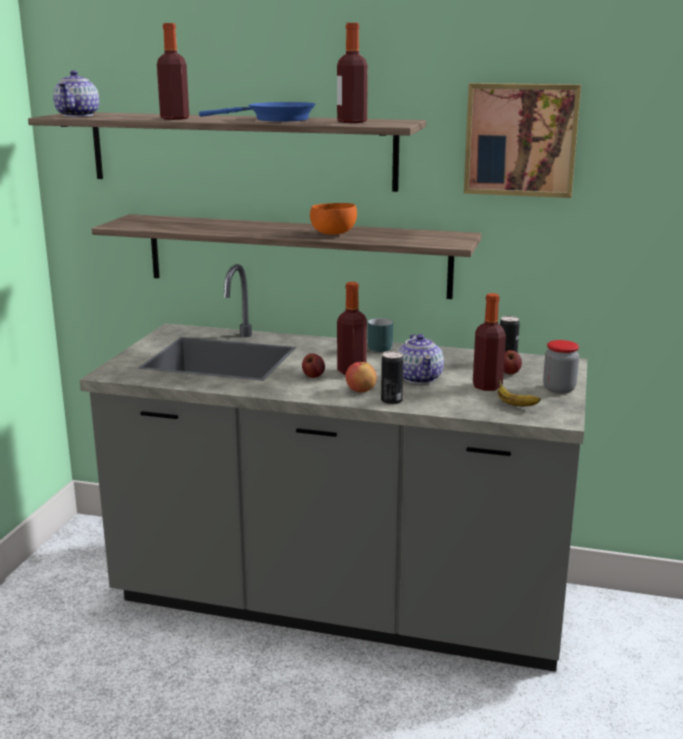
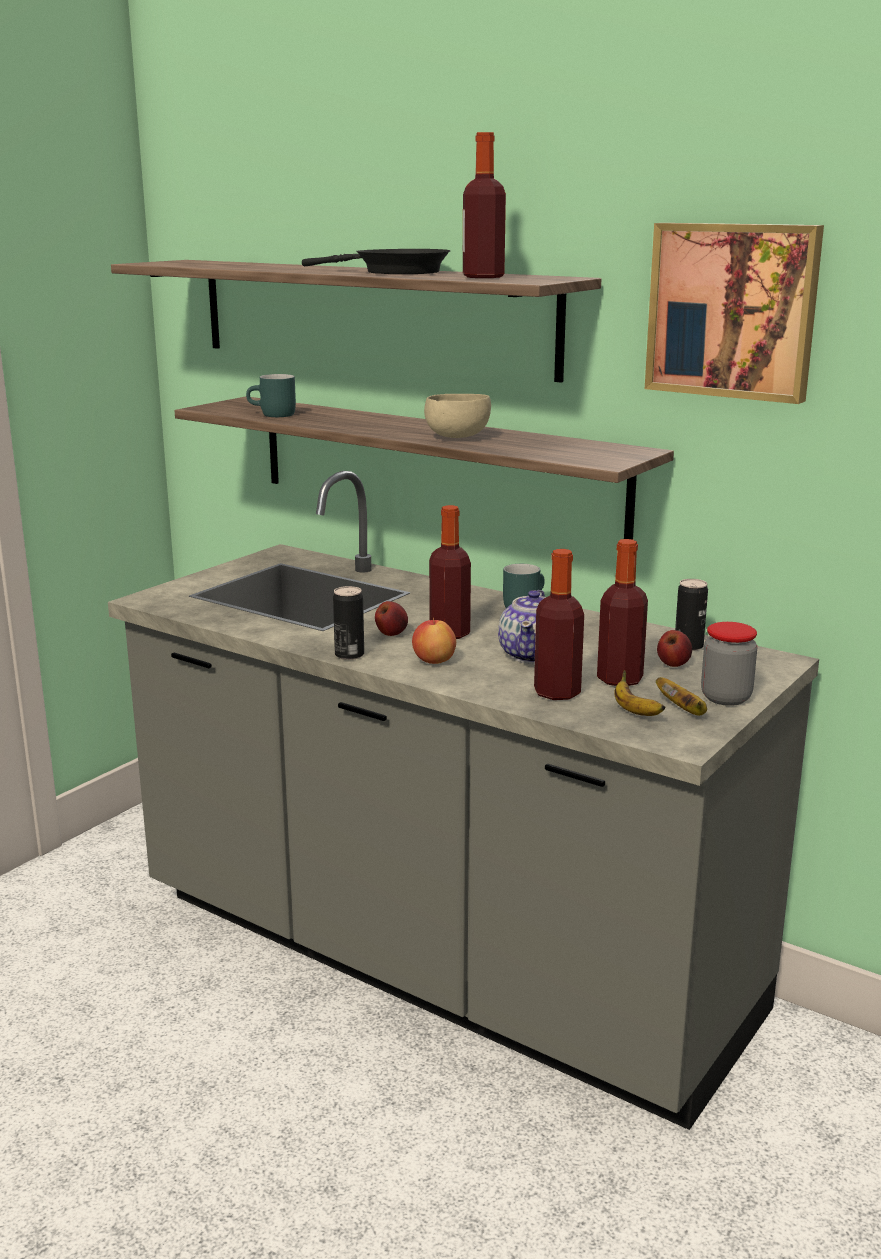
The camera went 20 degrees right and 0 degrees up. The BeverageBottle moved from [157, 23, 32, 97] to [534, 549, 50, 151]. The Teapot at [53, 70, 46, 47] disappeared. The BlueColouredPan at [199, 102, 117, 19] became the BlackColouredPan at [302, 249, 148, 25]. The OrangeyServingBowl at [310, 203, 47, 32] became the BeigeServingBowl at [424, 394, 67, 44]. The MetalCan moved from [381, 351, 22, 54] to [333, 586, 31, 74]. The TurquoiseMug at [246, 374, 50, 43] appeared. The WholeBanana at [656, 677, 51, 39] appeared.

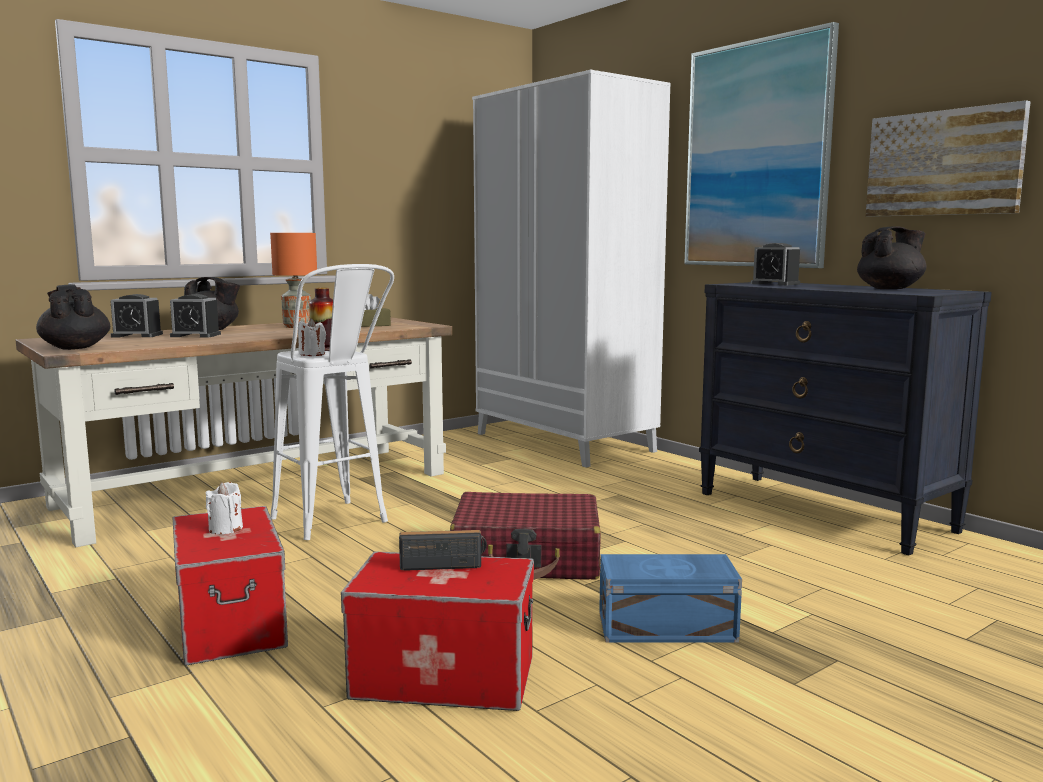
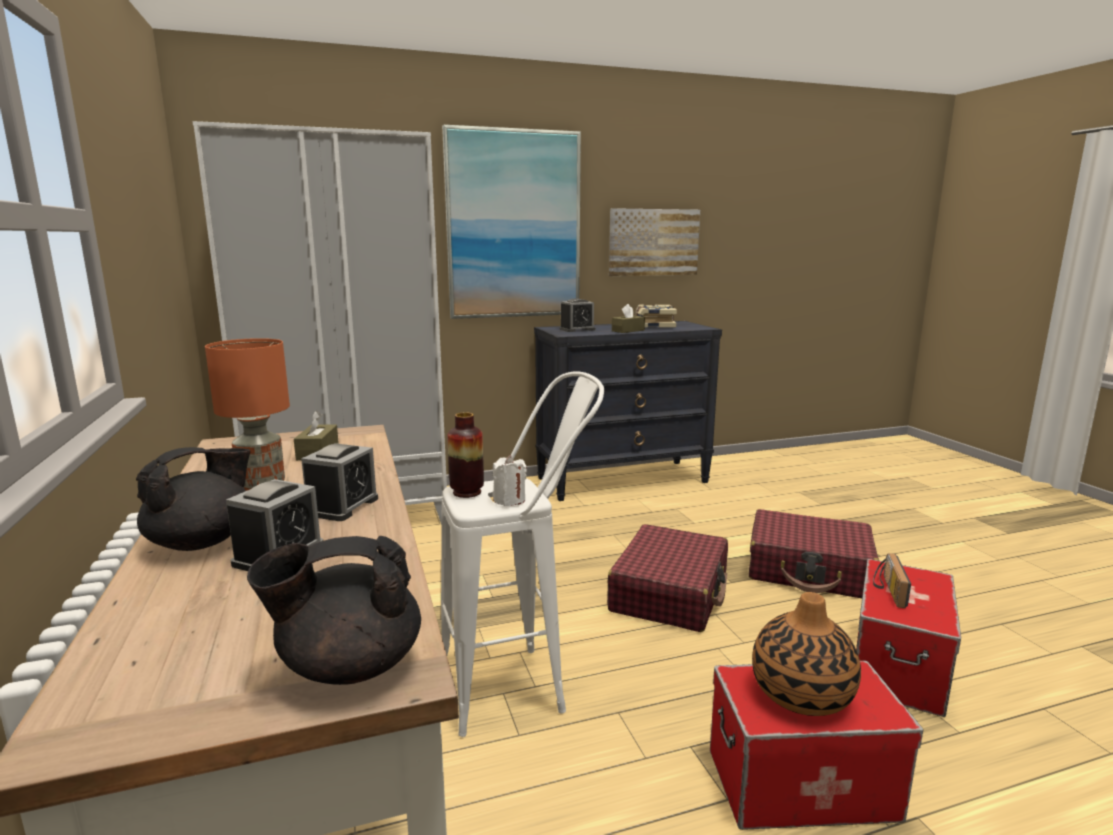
The camera went 70 degrees left and 5 degrees up. The BlackColouredTeapot at [857, 226, 69, 63] was replaced by the Book at [635, 305, 42, 23]. The TableClock moved from [111, 294, 52, 43] to [301, 443, 77, 78]. The WhitishWaxCandle at [206, 482, 37, 52] was replaced by the Vase at [752, 592, 109, 124]. The BlueColouredStorageBox at [599, 554, 143, 88] was replaced by the ReddishSuitcase at [749, 509, 130, 89]. The BrownColouredBoxOfTissues at [612, 304, 33, 29] appeared.

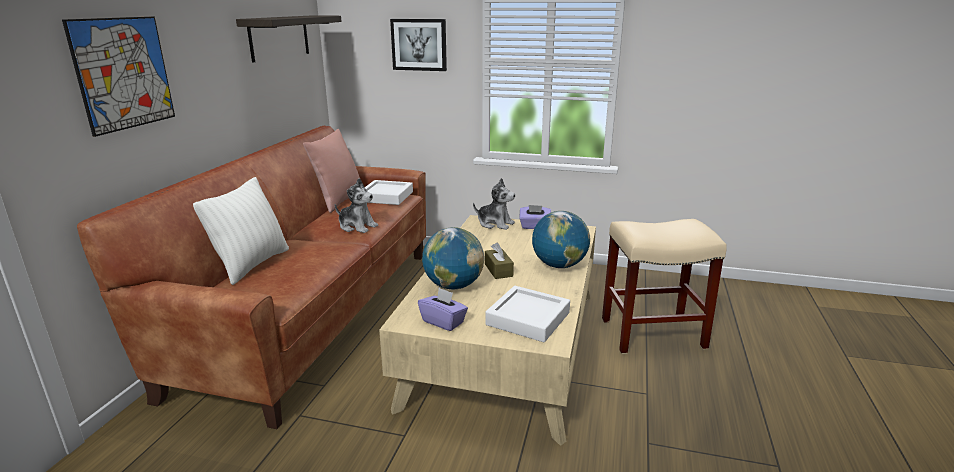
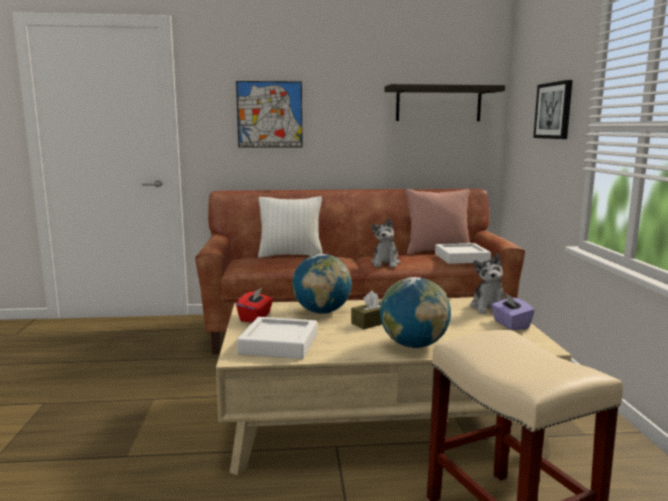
The camera went 70 degrees right and 10 degrees down. The PurpleColouredBoxOfTissues at [418, 288, 50, 43] became the ReddishBoxOfTissues at [236, 287, 37, 35].

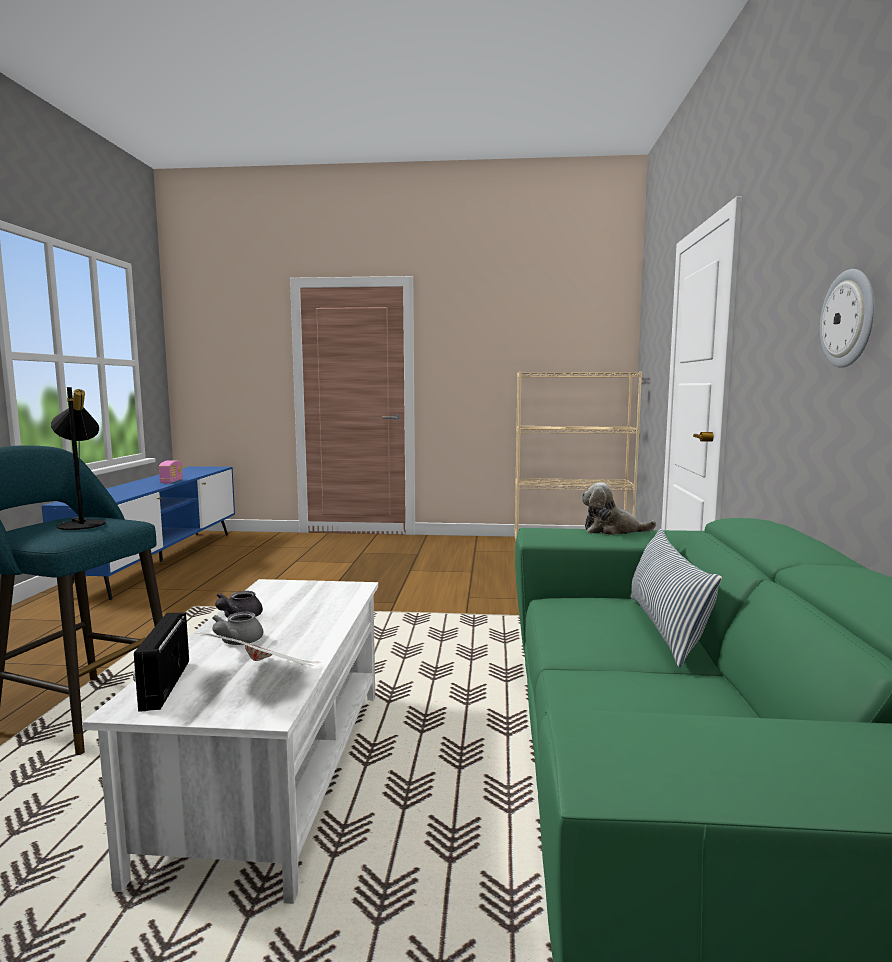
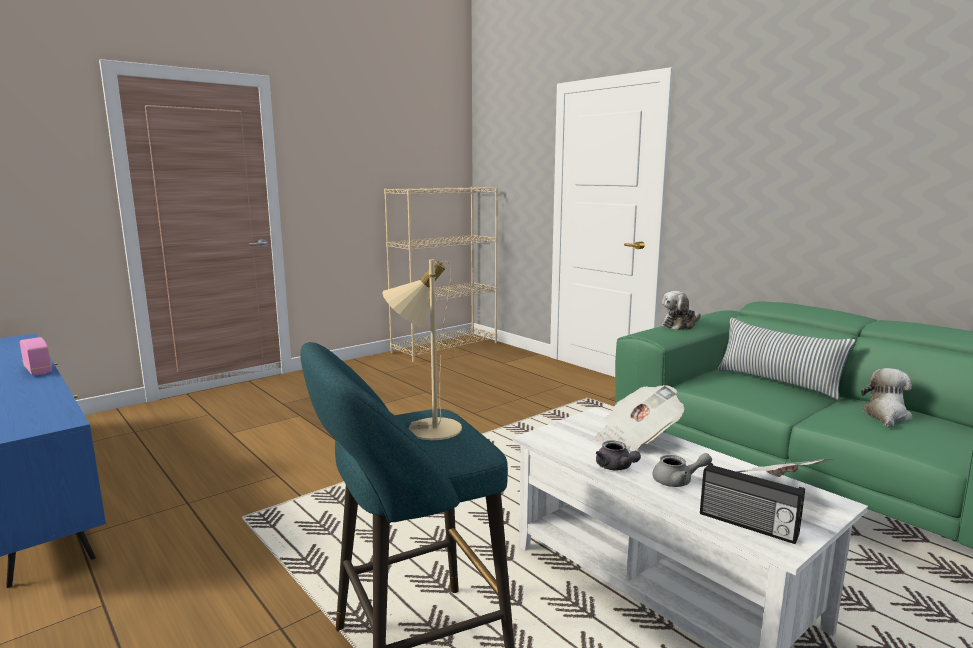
The camera went 45 degrees left and 5 degrees up. The ClockOnTheWall at [820, 269, 55, 98] disappeared. The BlackColouredLampForATable at [51, 387, 55, 143] became the BeigeLampForATable at [382, 259, 80, 181]. The GreyishTeapot at [212, 612, 51, 33] turned 60 degrees counterclockwise. The PlushToy at [861, 368, 51, 59] appeared. The Newspaper at [595, 385, 89, 65] appeared.

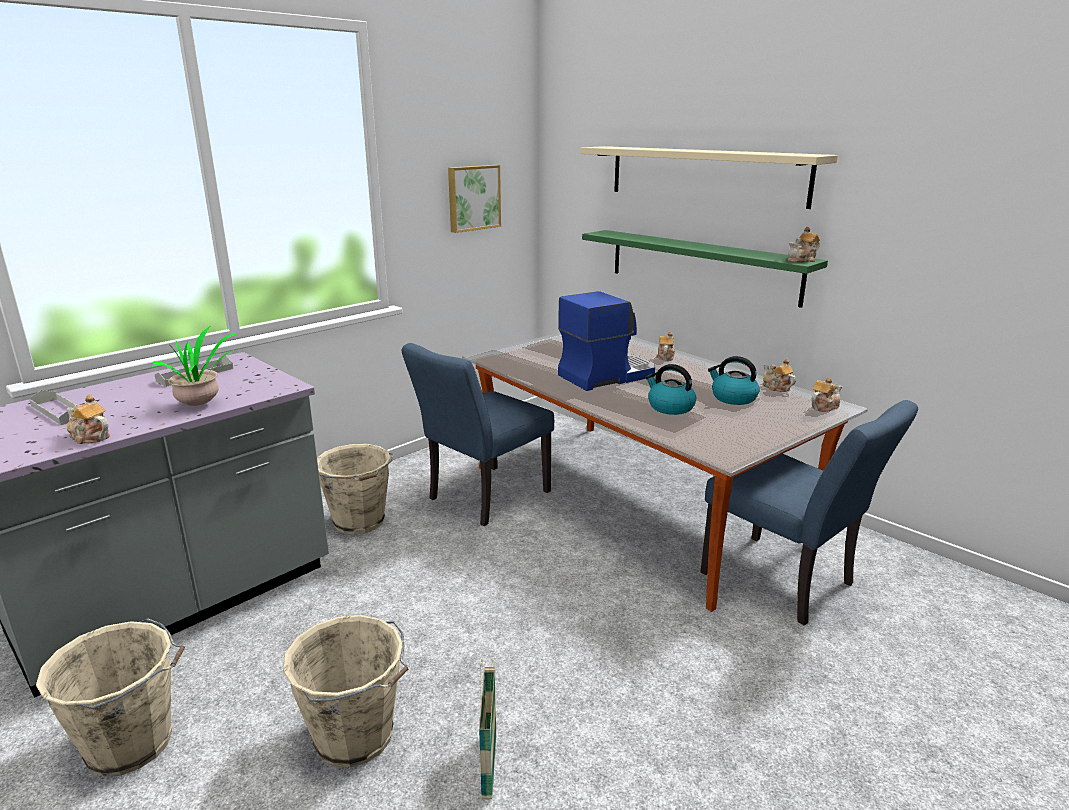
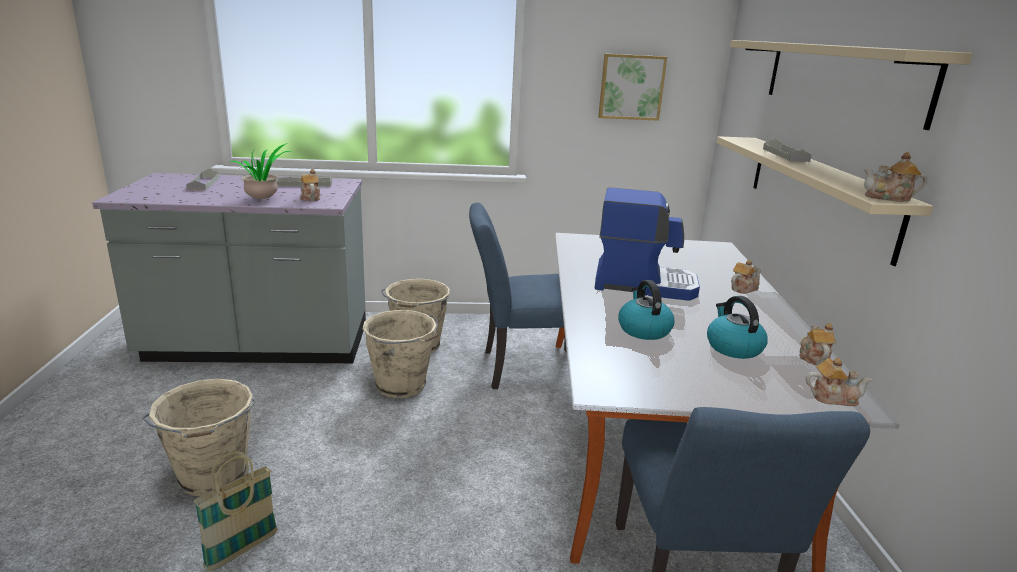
The camera went 40 degrees right and 0 degrees up. The GreenWallShelf at [582, 230, 246, 78] became the BeigeWallShelf at [716, 136, 217, 130]. The Teapot moved from [66, 394, 44, 50] to [300, 169, 20, 32]. The BeigeWaterBucket moved from [36, 619, 149, 158] to [362, 310, 76, 88]. The GreyishServingTray at [763, 139, 49, 23] appeared.

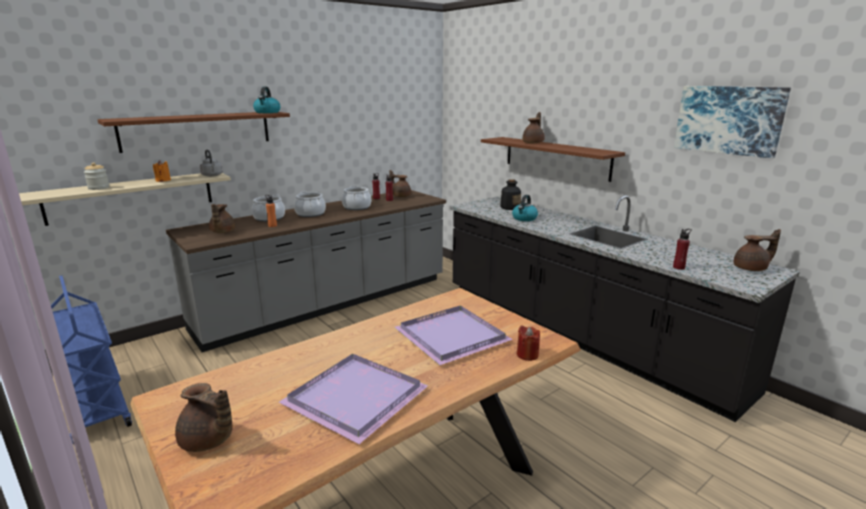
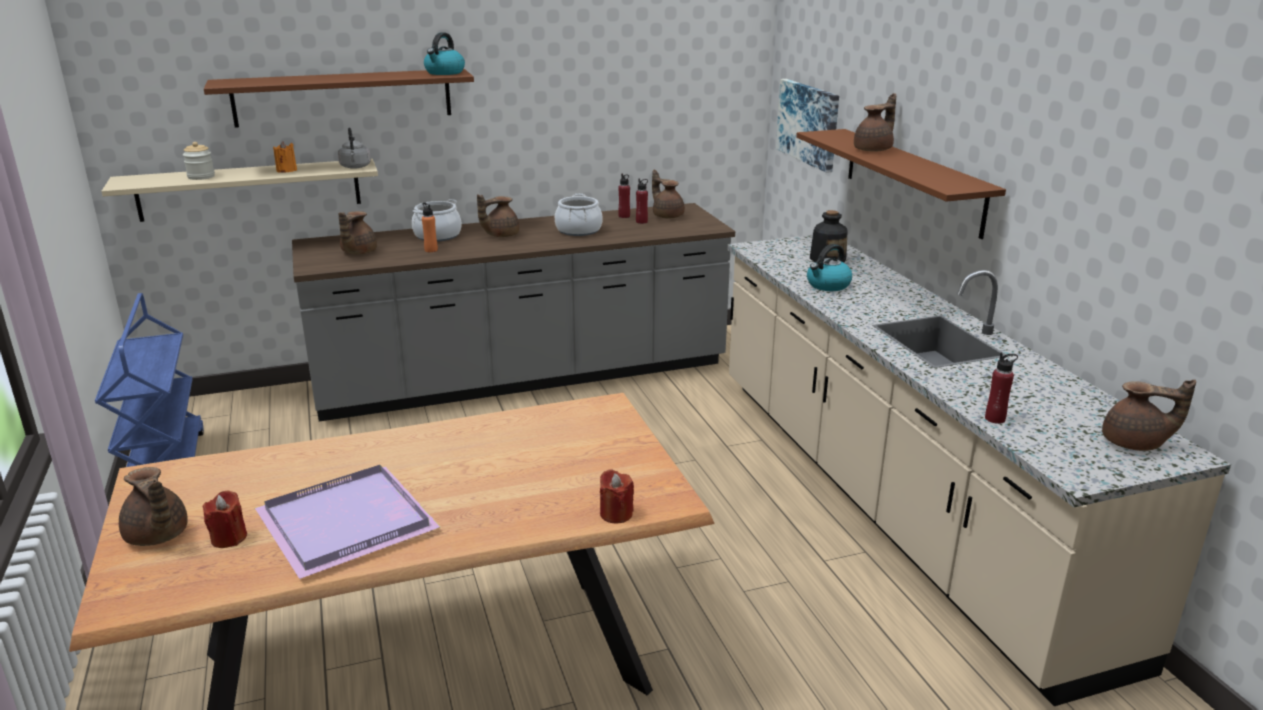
The camera went 20 degrees right and 5 degrees up. The WallPicture moved from [674, 86, 117, 73] to [776, 79, 63, 94]. The Saucepot at [294, 191, 32, 26] was replaced by the BrownColouredTeapot at [477, 194, 42, 43]. The BlackColouredKitchenBaseUnit at [450, 195, 350, 227] became the BeigeKitchenBaseUnit at [728, 235, 503, 471]. The PurpleColouredServingTray at [394, 305, 119, 60] disappeared. The ReddishWaxCandle at [203, 491, 44, 57] appeared.

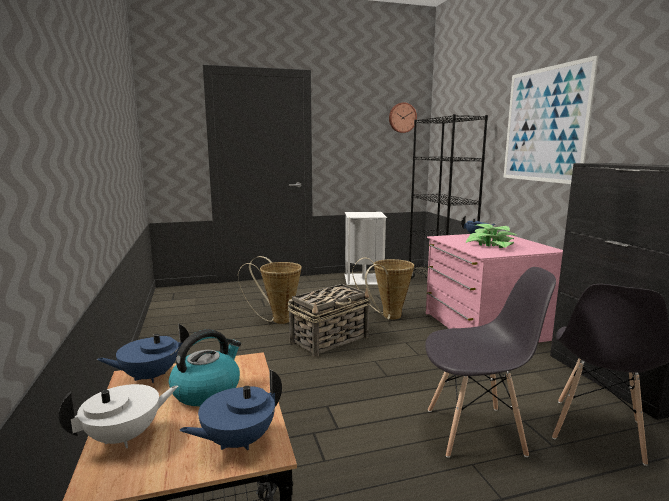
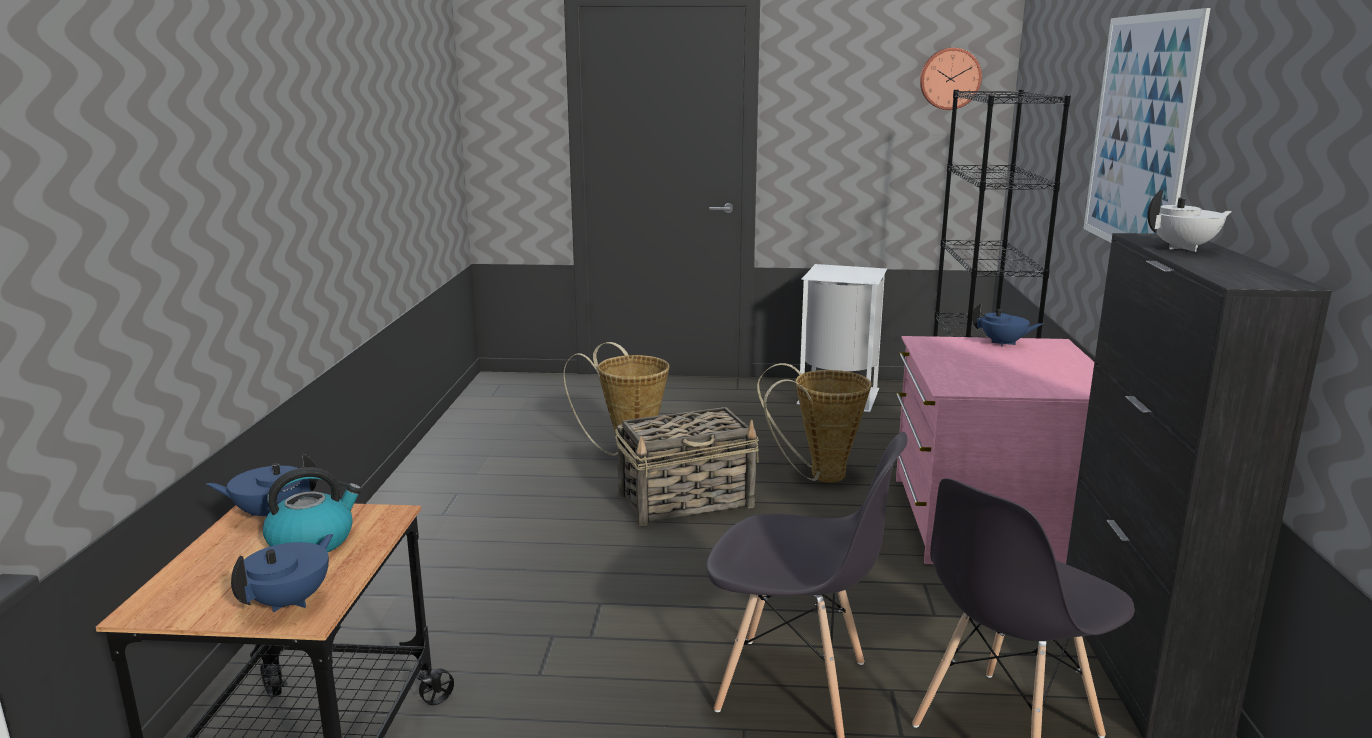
The camera went 20 degrees right and 5 degrees up. The PottedPlant at [466, 224, 50, 24] disappeared. The BlueColouredTeapot at [179, 369, 103, 81] turned 135 degrees clockwise. The WhitishTeapot moved from [58, 384, 120, 64] to [1147, 190, 85, 62].

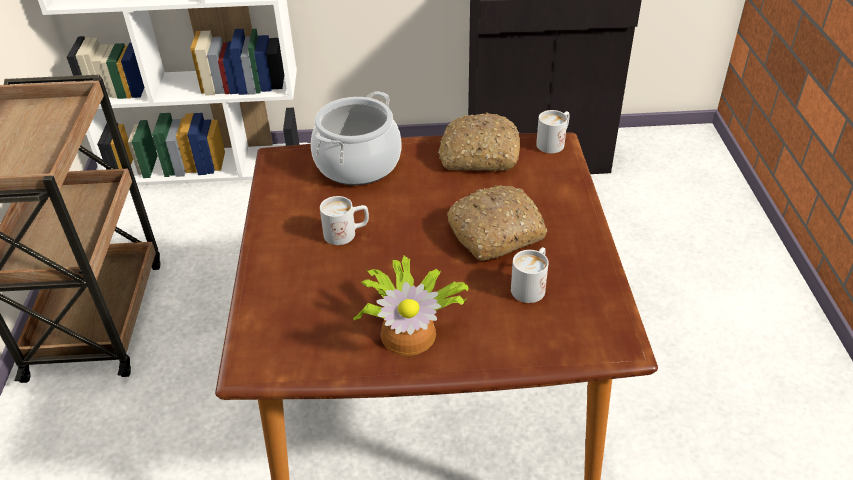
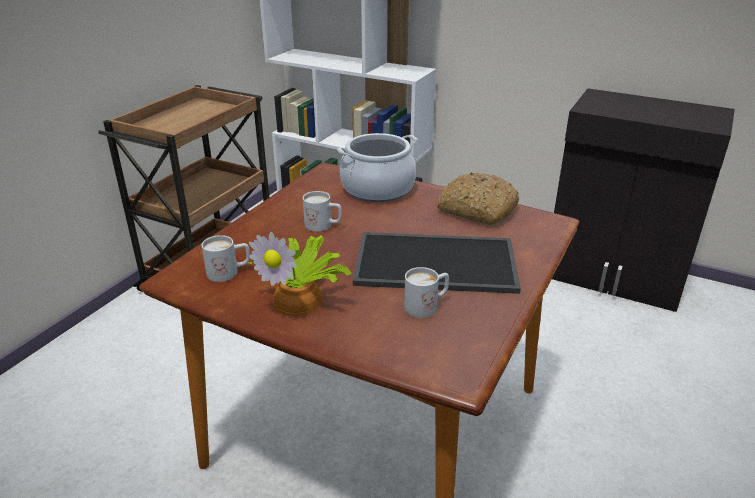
The camera went 30 degrees right and 10 degrees down. The WhitishMug moved from [536, 110, 33, 43] to [201, 235, 49, 47]. The BakeryBread at [447, 185, 100, 76] was replaced by the ServingTray at [353, 232, 168, 62].

